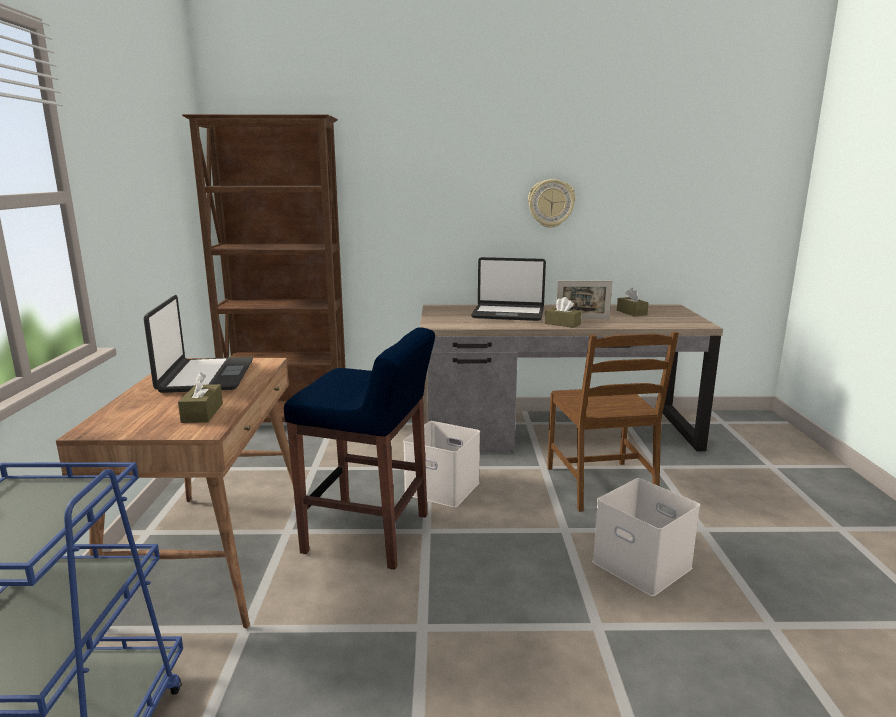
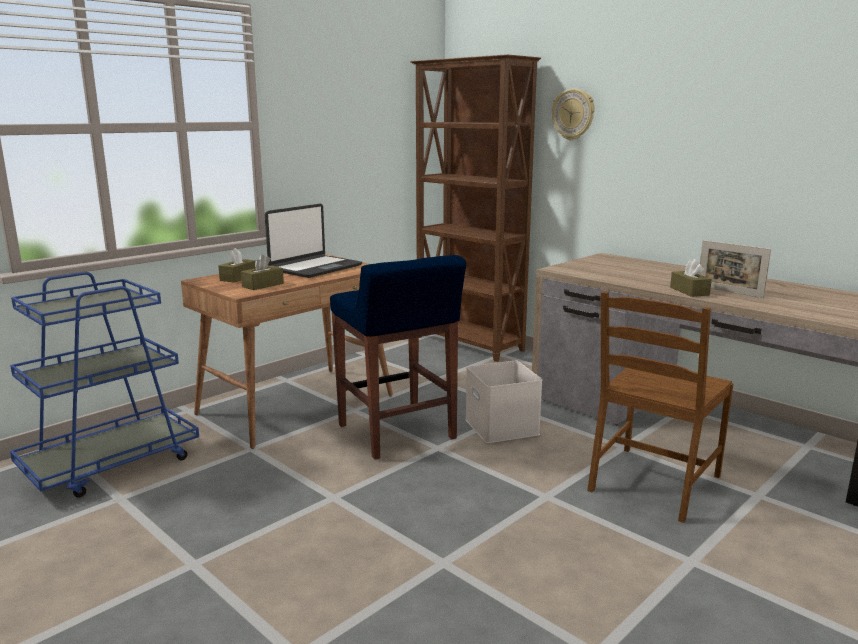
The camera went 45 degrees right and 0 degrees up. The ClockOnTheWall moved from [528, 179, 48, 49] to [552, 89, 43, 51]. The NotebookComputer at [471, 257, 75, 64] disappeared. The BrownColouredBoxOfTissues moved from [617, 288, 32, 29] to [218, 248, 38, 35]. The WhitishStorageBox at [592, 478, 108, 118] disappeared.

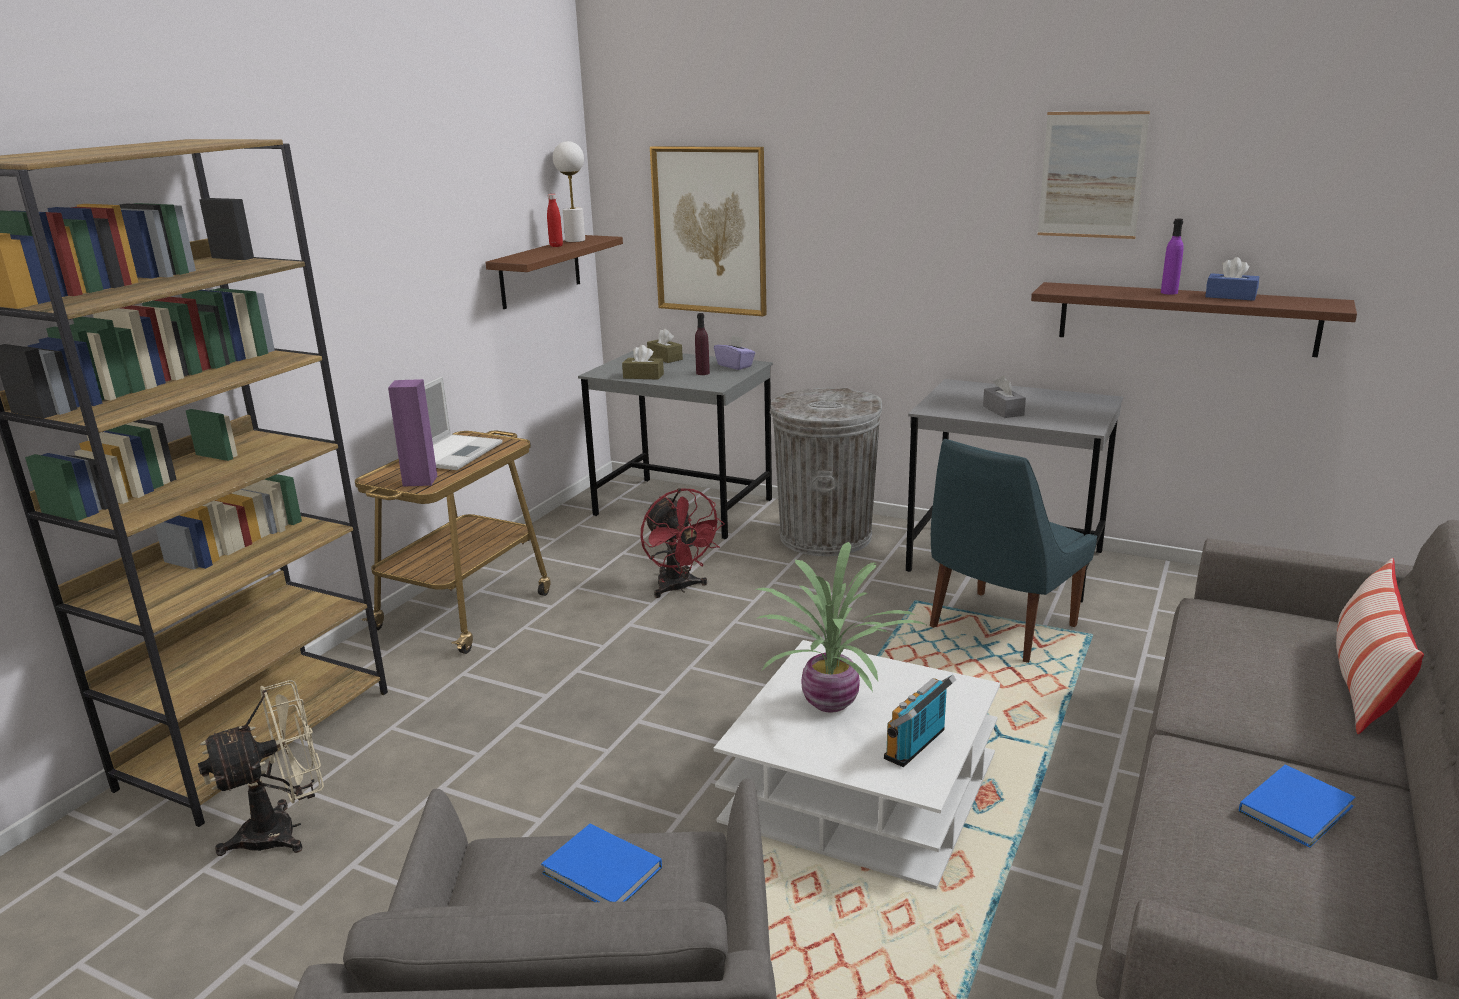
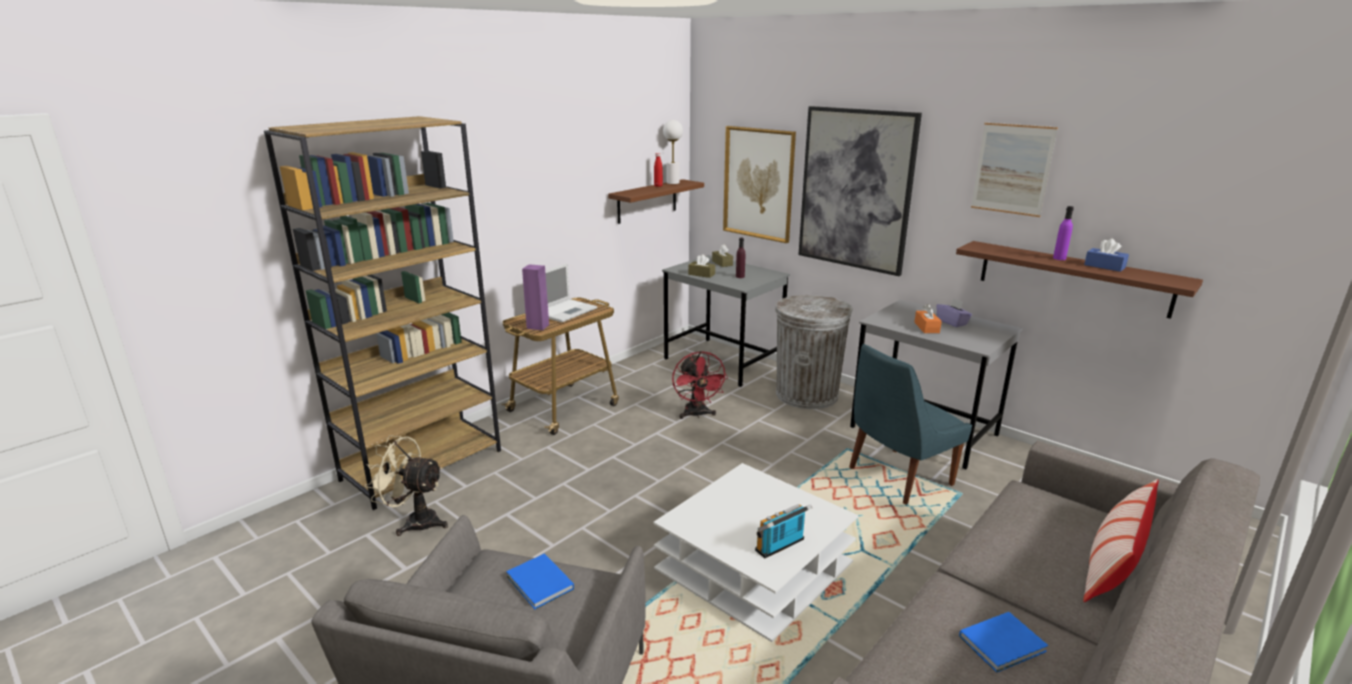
The camera went 15 degrees right and 0 degrees up. The PurpleColouredBoxOfTissues moved from [714, 335, 41, 35] to [936, 298, 36, 29]. The GreyishBoxOfTissues at [983, 376, 43, 42] became the OrangeyBoxOfTissues at [914, 304, 28, 29]. The PottedPlant at [756, 542, 172, 171] disappeared. The BeigeCoolingFan at [198, 680, 126, 176] turned 150 degrees counterclockwise. The WallPicture at [798, 106, 124, 170] appeared.

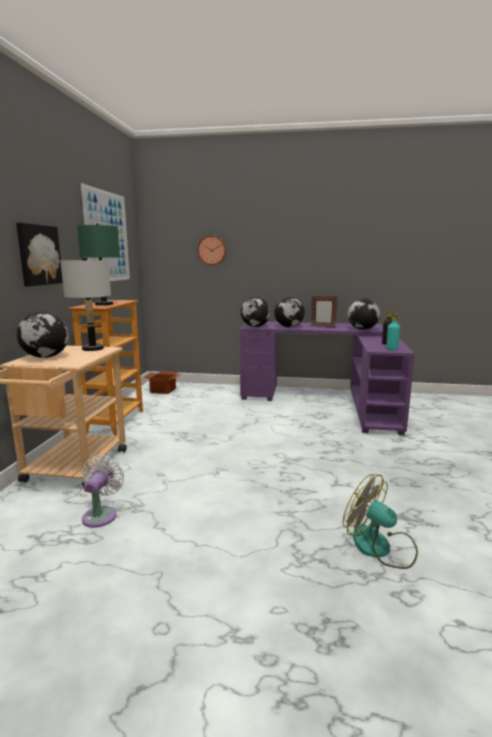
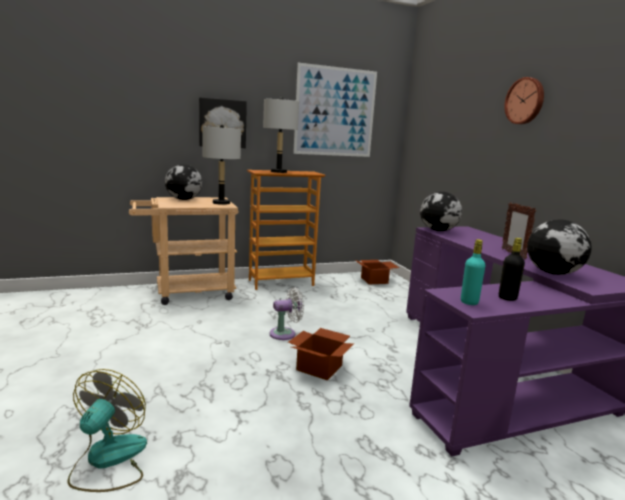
The camera went 60 degrees right and 0 degrees up. The GreenLampForATable at [77, 223, 43, 82] became the GreyishLampForATable at [263, 97, 36, 76]. The ClockOnTheWall moved from [198, 235, 28, 30] to [504, 77, 40, 47]. The WorldGlobe at [274, 297, 31, 30] disappeared. The WhitishCoolingFan moved from [82, 455, 42, 73] to [270, 287, 34, 53]. The Carton at [288, 328, 66, 52] appeared.

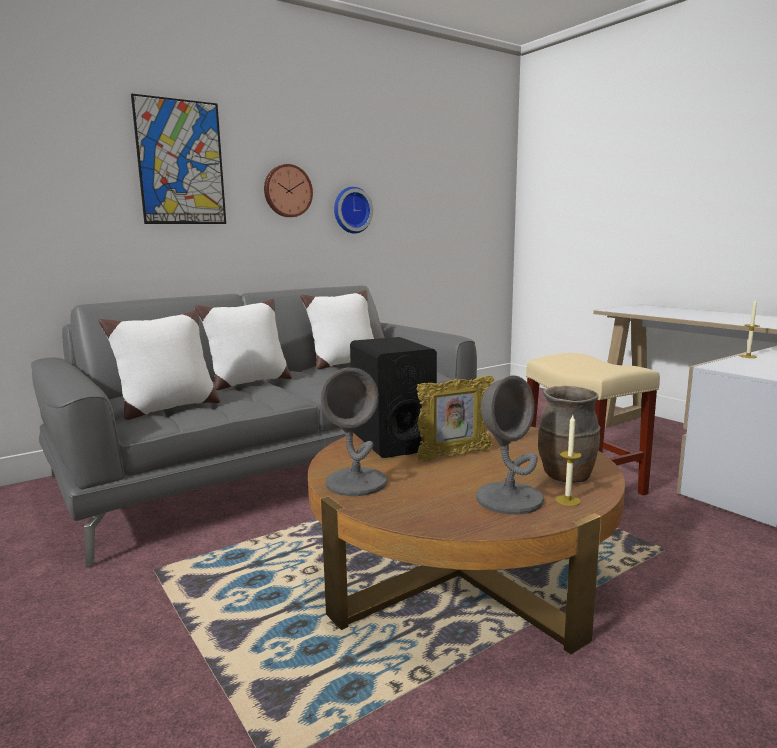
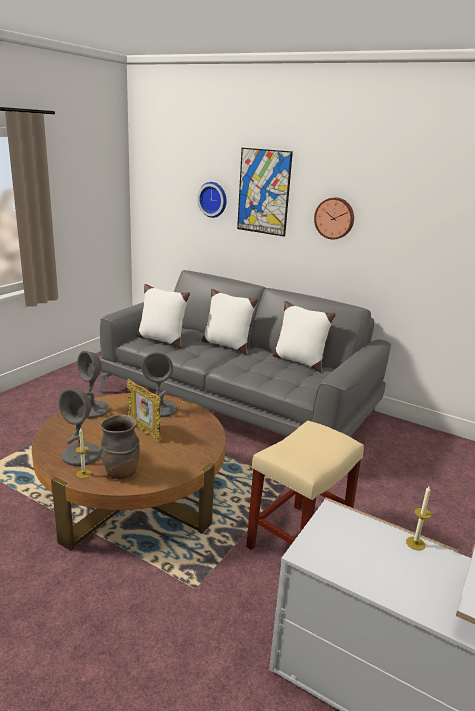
The camera went 65 degrees right and 10 degrees up. The ClockOnTheWall moved from [334, 187, 39, 46] to [197, 182, 30, 36]. The BlackColouredAudioSpeaker at [350, 337, 87, 121] was replaced by the GreyishLampForATable at [142, 352, 35, 65].

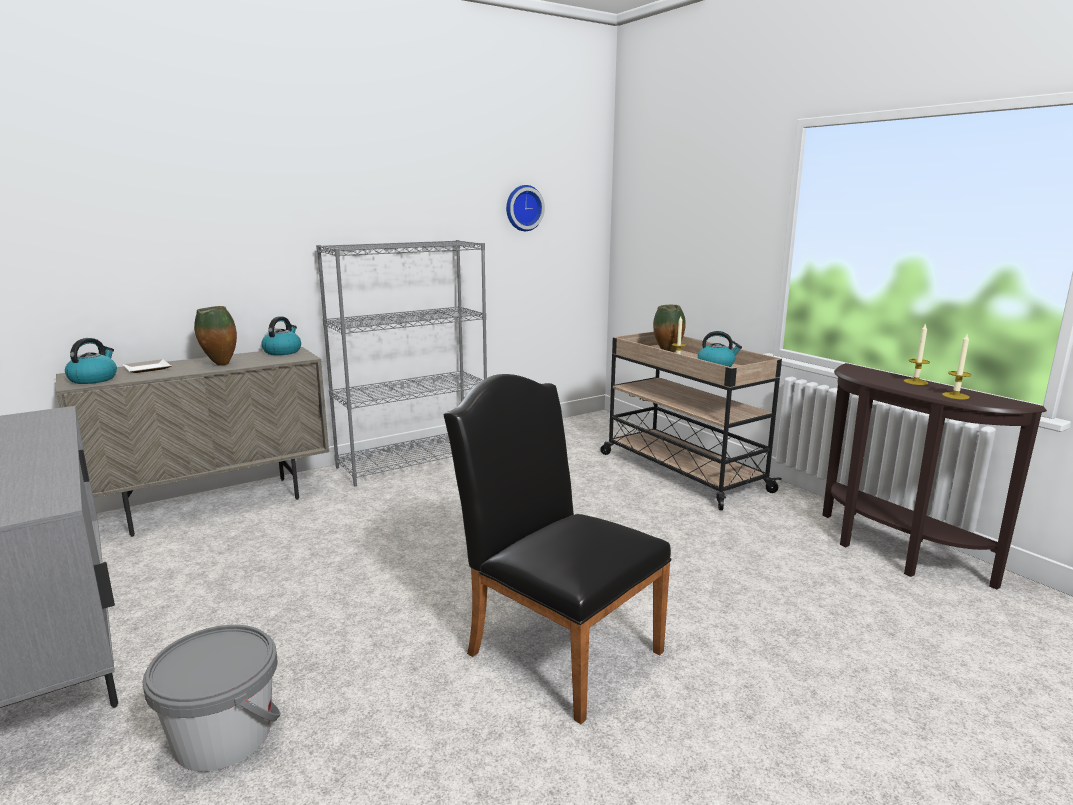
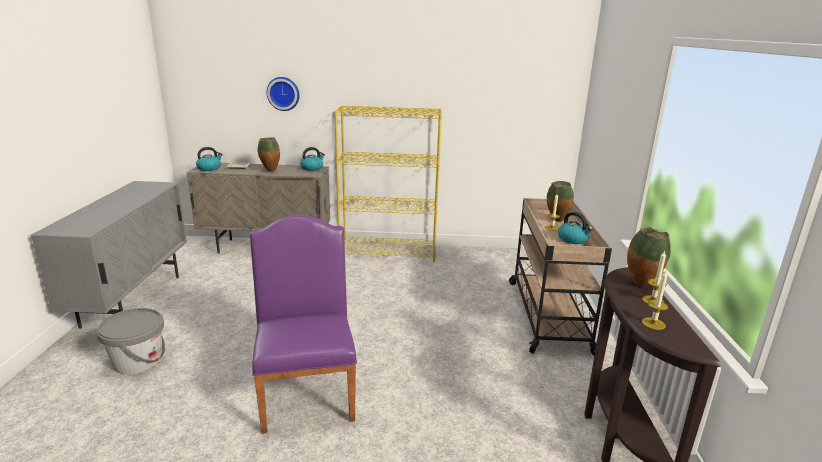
The camera went 35 degrees right and 5 degrees up. The ClockOnTheWall moved from [506, 185, 39, 46] to [266, 77, 33, 34]. The GreyishBookcase at [316, 240, 171, 246] became the YellowColouredBookcase at [334, 105, 108, 157]. The BlackColouredChair at [444, 374, 228, 350] became the PurpleColouredChair at [250, 215, 107, 219]. The Vase at [627, 227, 44, 59] appeared.

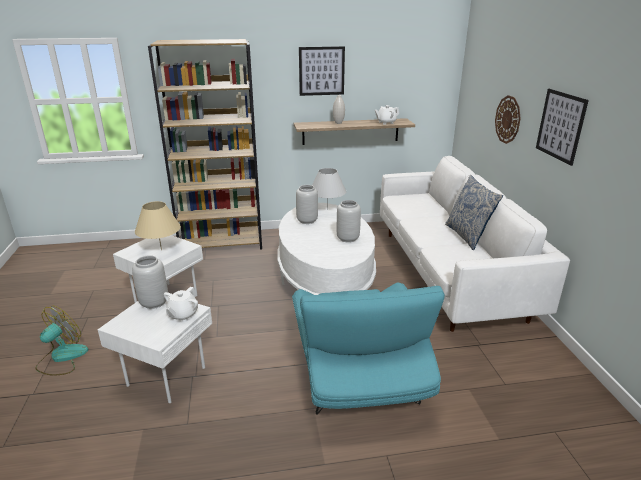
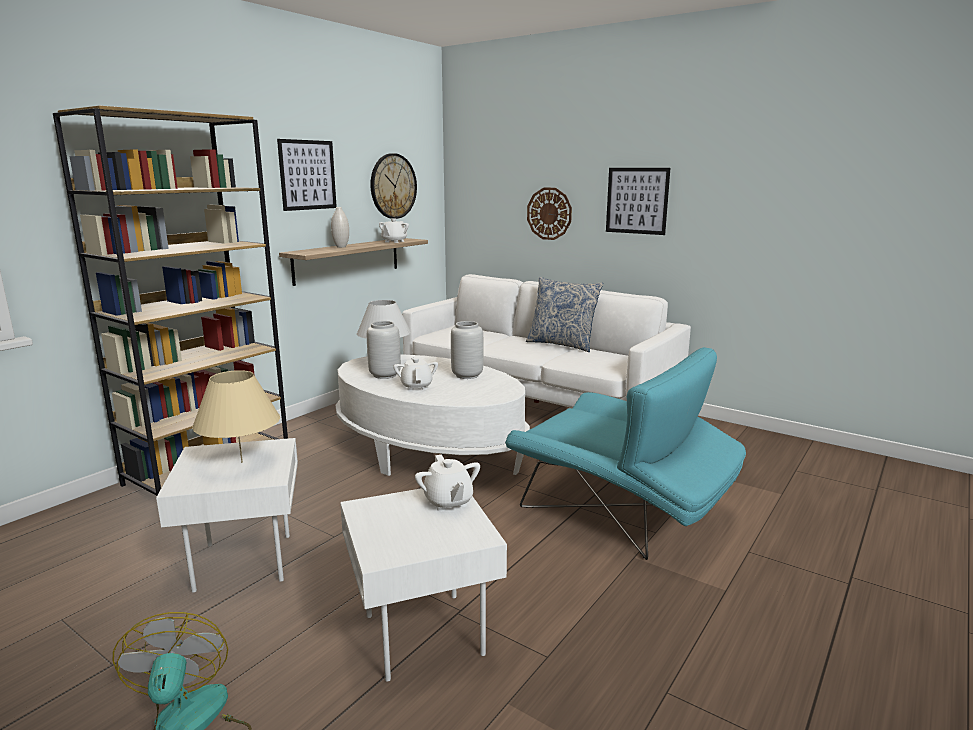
The camera went 45 degrees left and 10 degrees down. The GreyishVase at [132, 255, 36, 54] disappeared. The ClockOnTheWall at [370, 153, 47, 66] appeared. The WhitishTeapot at [393, 357, 45, 34] appeared.

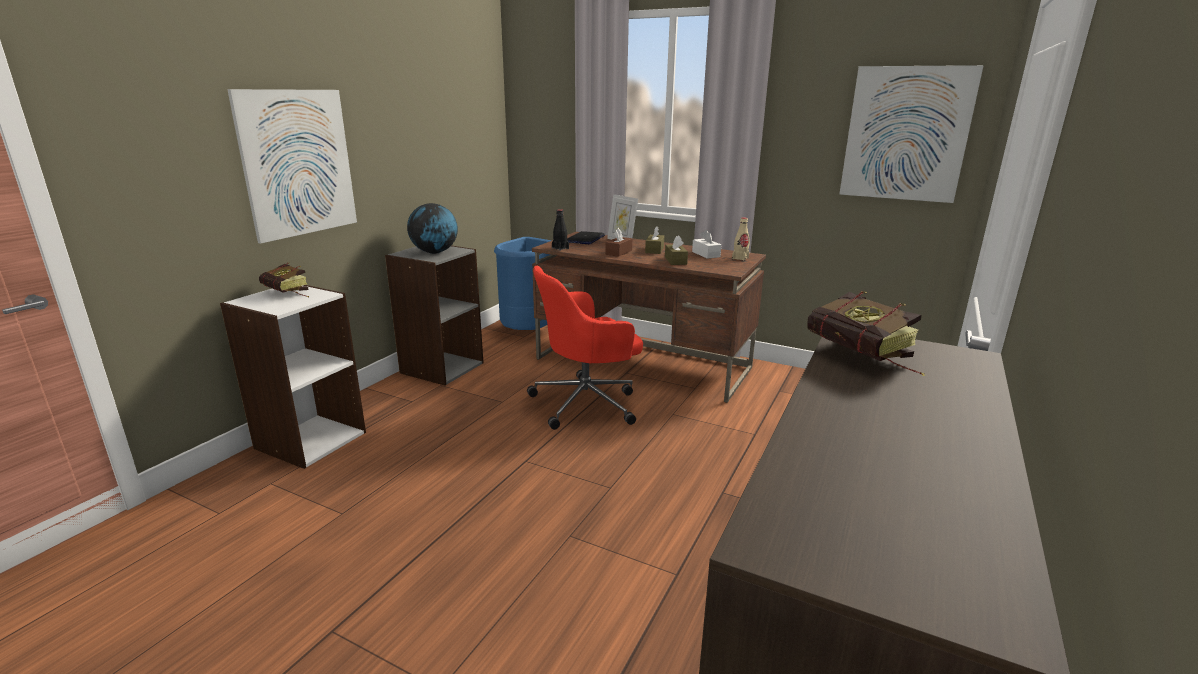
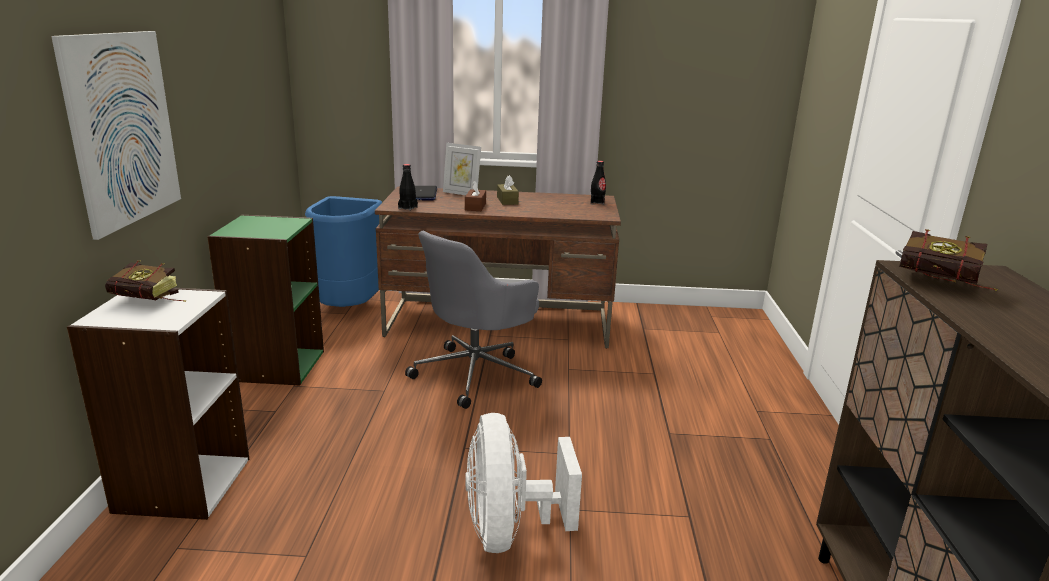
The camera went 25 degrees left and 0 degrees up. The WallPicture at [839, 65, 145, 138] disappeared. The WorldGlobe at [407, 203, 51, 51] disappeared. The BeigeBeverageBottle at [732, 217, 18, 44] became the BlackColouredBeverageBottle at [591, 161, 15, 43]. The WhitishBoxOfTissues at [692, 230, 29, 29] disappeared. The BrownColouredBoxOfTissues at [665, 235, 23, 30] disappeared. The GreyishBookcase at [385, 246, 98, 139] became the GreenBookcase at [207, 215, 117, 170]. The ReddishOfficeChair at [527, 266, 116, 164] became the GreyishOfficeChair at [405, 231, 137, 178]. The WhitishCoolingFan at [465, 413, 117, 140] appeared.

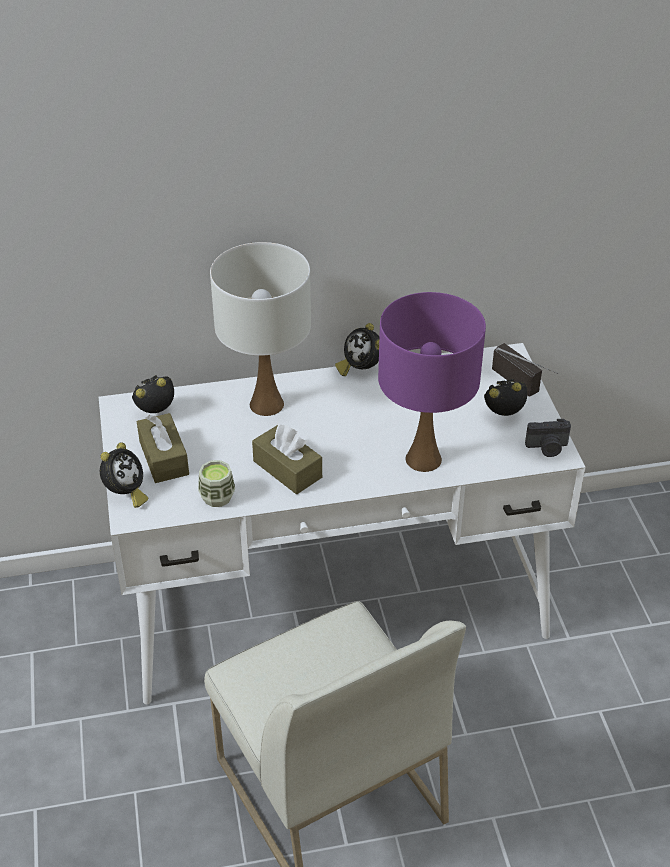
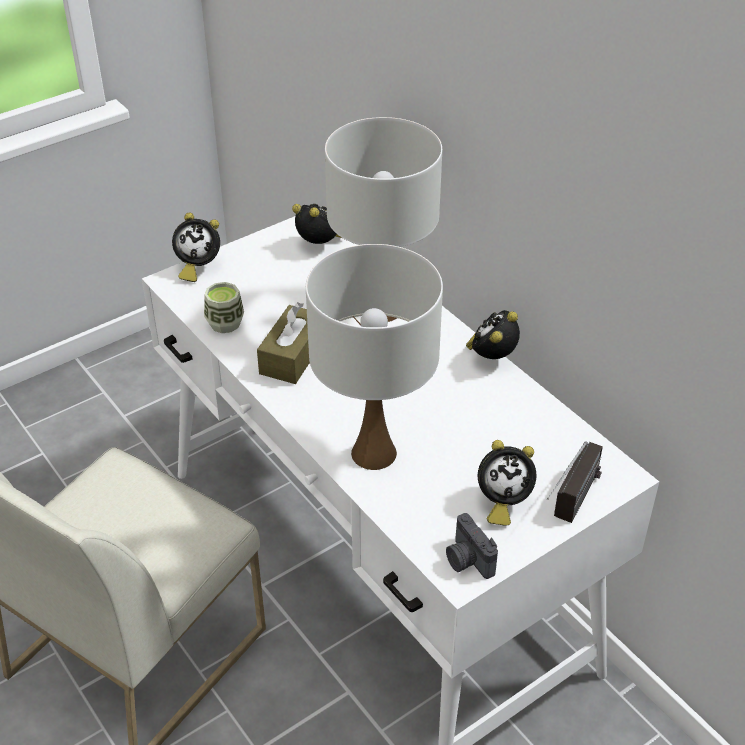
The camera went 65 degrees right and 0 degrees up. The PurpleColouredLampForATable at [378, 292, 108, 180] became the WhitishLampForATable at [306, 244, 137, 226]. The TableClock at [484, 379, 43, 37] turned 120 degrees clockwise. The BrownColouredBoxOfTissues at [137, 413, 52, 70] disappeared.

